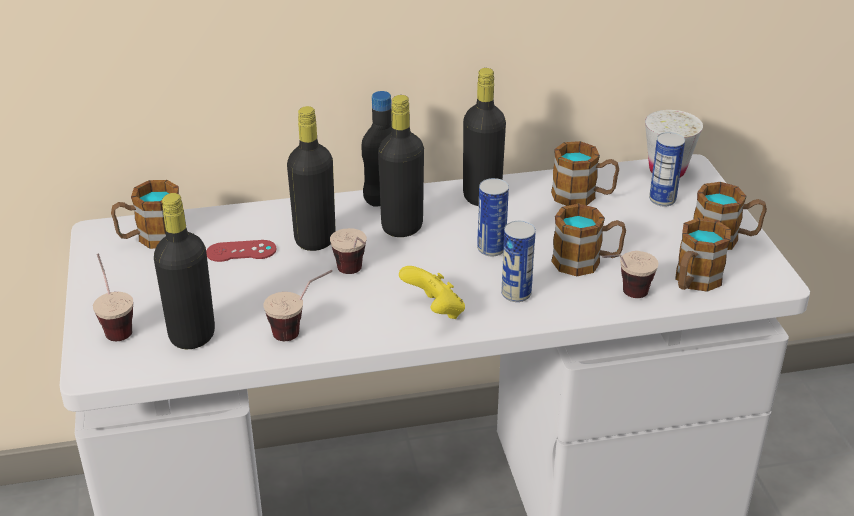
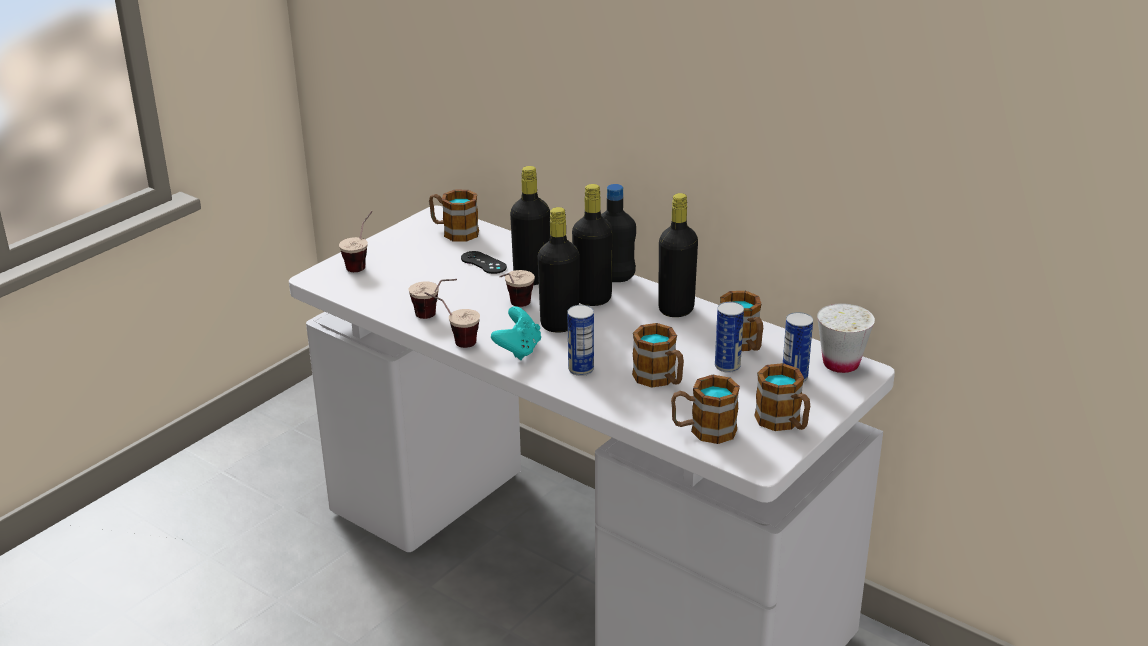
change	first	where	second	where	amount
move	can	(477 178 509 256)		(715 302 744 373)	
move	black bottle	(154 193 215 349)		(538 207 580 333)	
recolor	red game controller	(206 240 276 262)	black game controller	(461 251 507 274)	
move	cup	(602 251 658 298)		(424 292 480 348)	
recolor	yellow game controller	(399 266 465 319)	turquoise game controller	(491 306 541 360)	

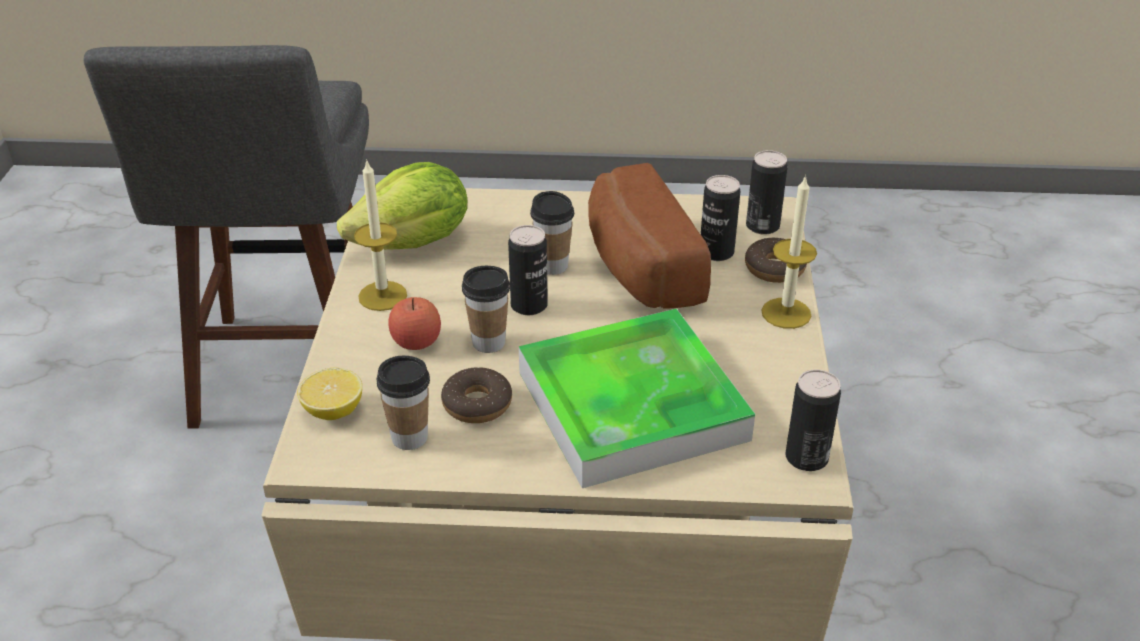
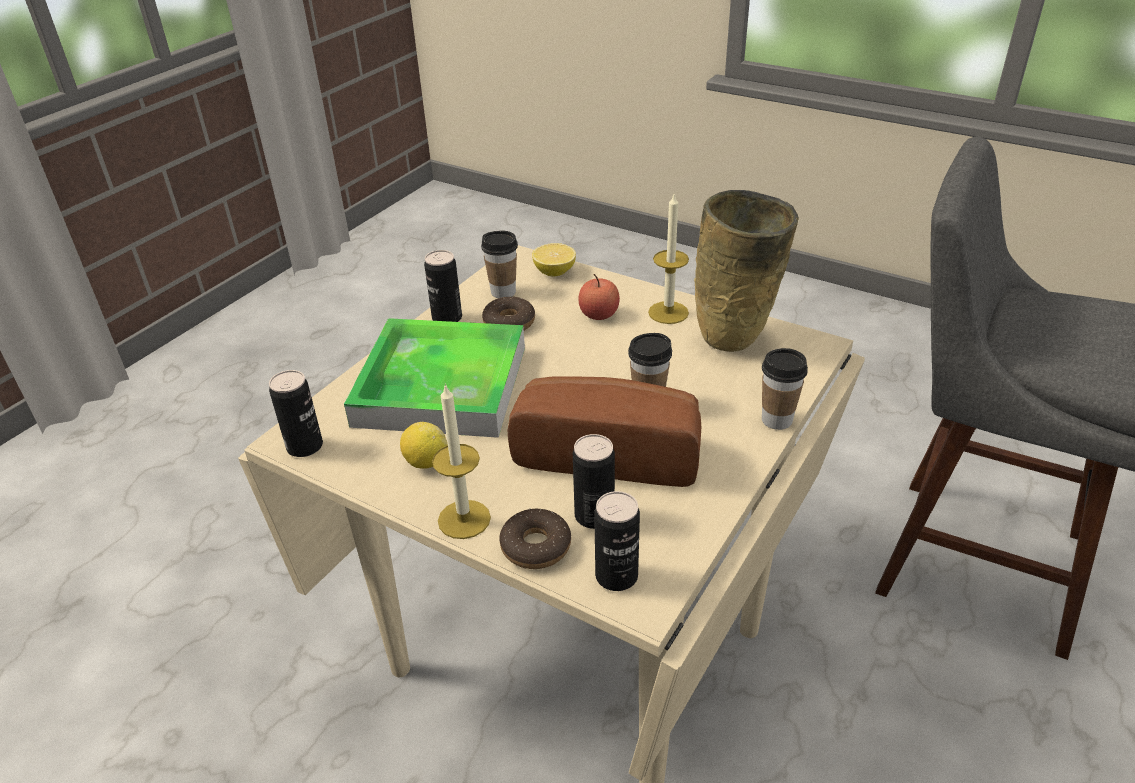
change	first	where	second	where	amount
replace	lettuce	(337 162 468 250)	beige vase	(694 190 799 352)	
move	can	(508 225 548 315)		(424 250 462 322)	
move	cup	(462 266 510 353)		(762 348 808 430)	
insert			lemon	(400 422 447 469)	

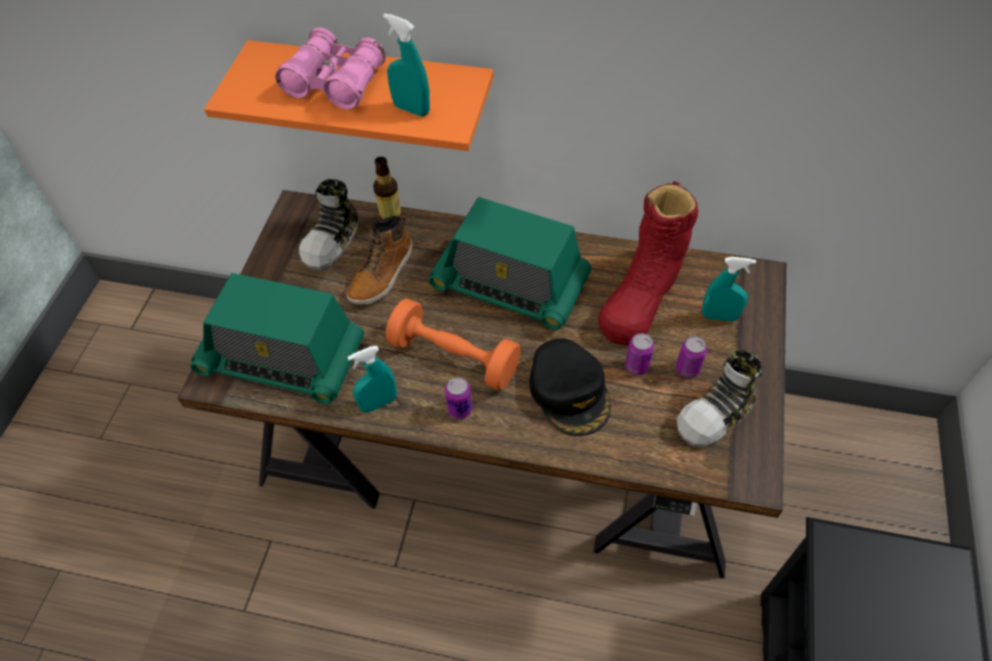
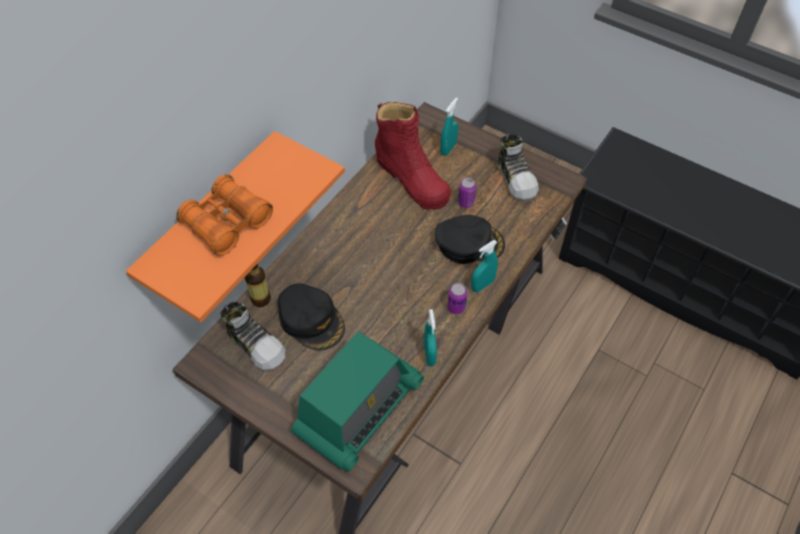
change	first	where	second	where	amount
move	turquoise spray bottle	(383 13 430 117)		(471 240 498 292)	
recolor	pink binoculars	(275 27 386 110)	orange binoculars	(176 174 273 256)	
delete	radio	(429 197 591 330)			
replace	boot	(346 215 413 305)	black cap	(278 283 345 351)	
delete	orange dumbbell	(386 298 521 390)			
delete	can	(676 336 707 378)			

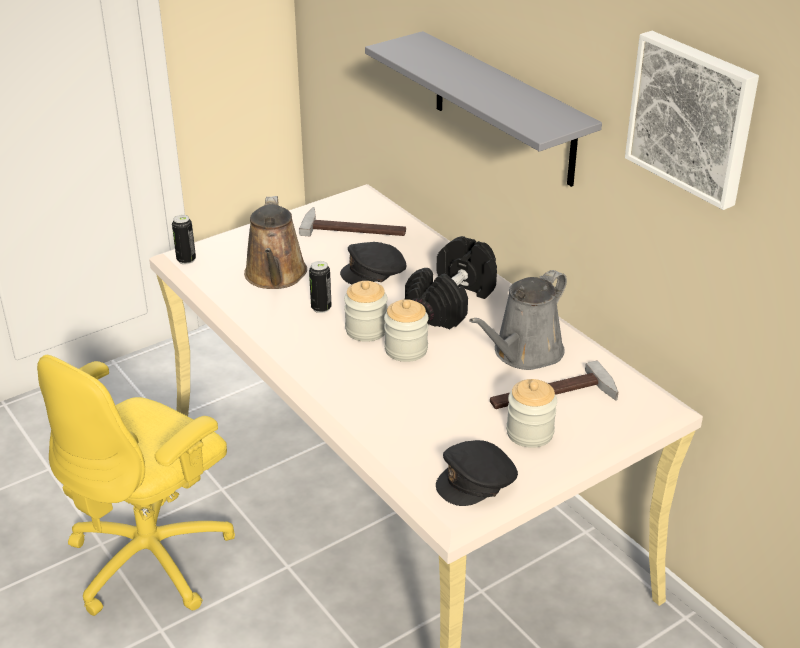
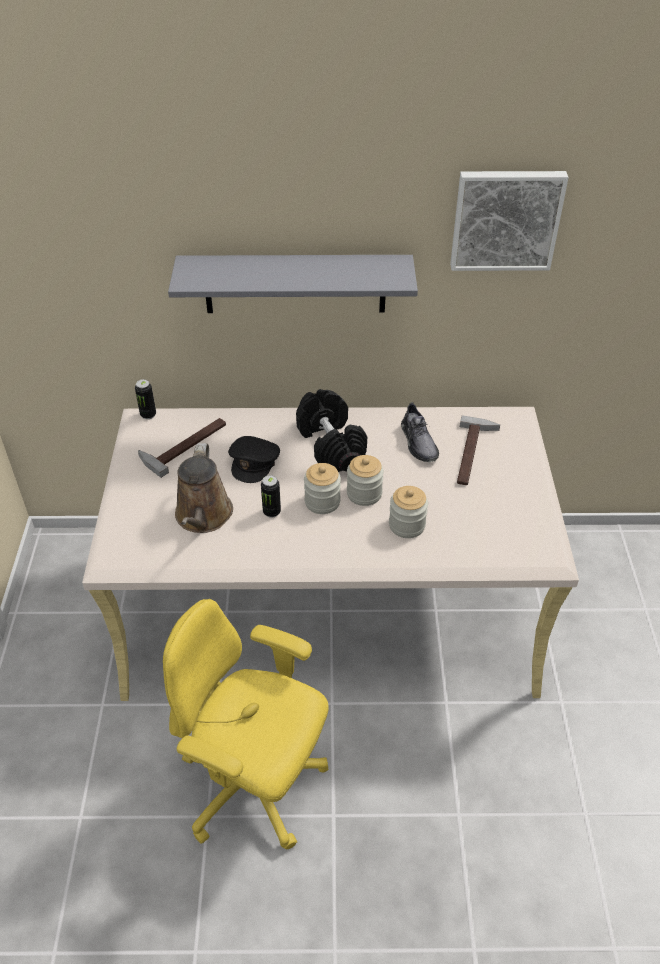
change	first	where	second	where	amount
rotate	brown watering can	(244 196 307 289)		(175 443 233 533)	60 degrees clockwise
move	can	(172 215 196 264)		(135 379 156 419)	
replace	grey watering can	(469 270 567 370)	grey shoe	(401 402 439 462)	
rotate	yellow office chair	(37 355 235 616)		(163 599 329 849)	135 degrees clockwise
move	jar	(506 379 557 448)		(389 486 428 538)	
delete	black cap	(436 440 518 506)			

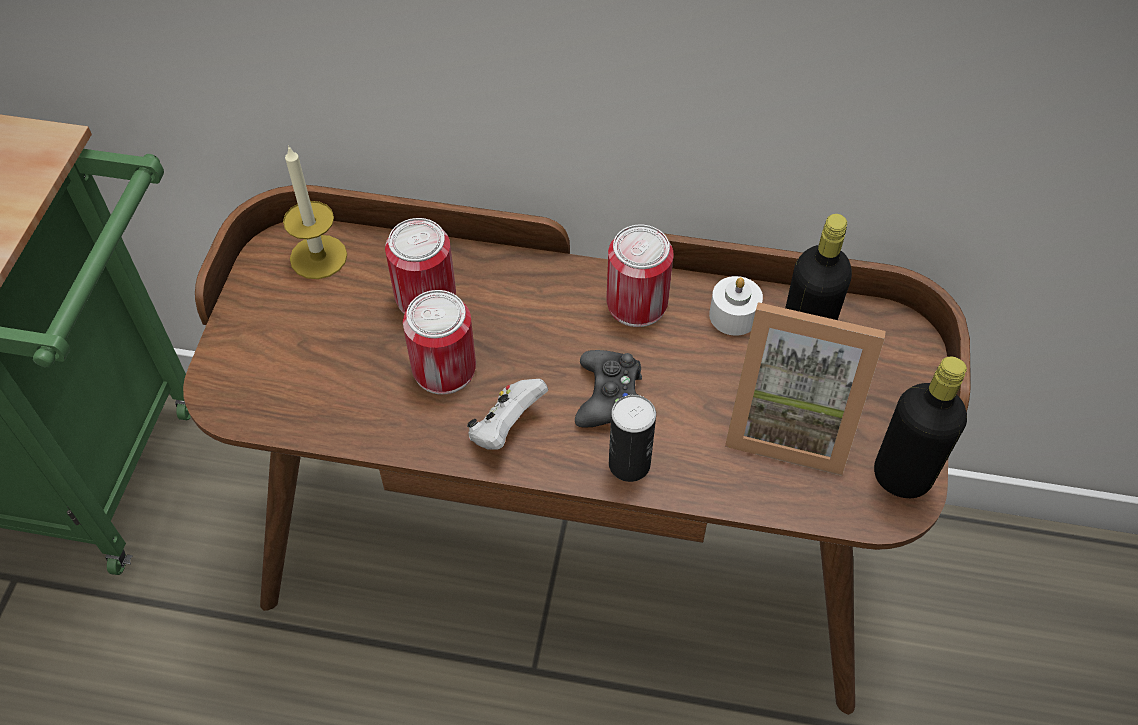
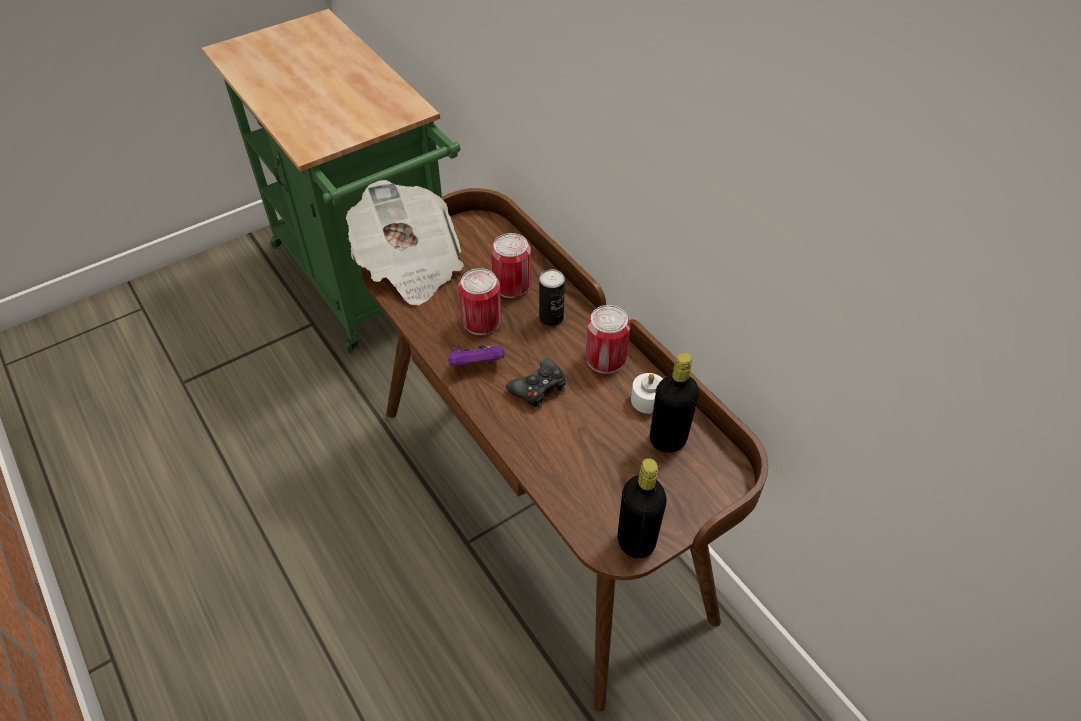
change	first	where	second	where	amount
delete	candle	(283 145 347 279)			
delete	picture frame	(725 302 885 476)			
recolor	white game controller	(467 379 548 450)	purple game controller	(448 345 505 368)	
move	can	(609 395 656 482)		(539 269 565 326)	
insert			newspaper	(346 180 464 305)	

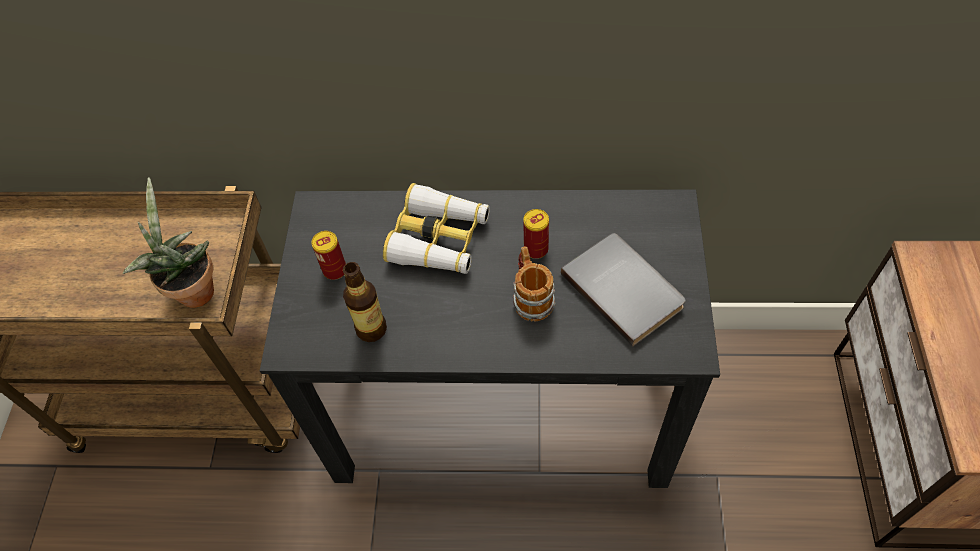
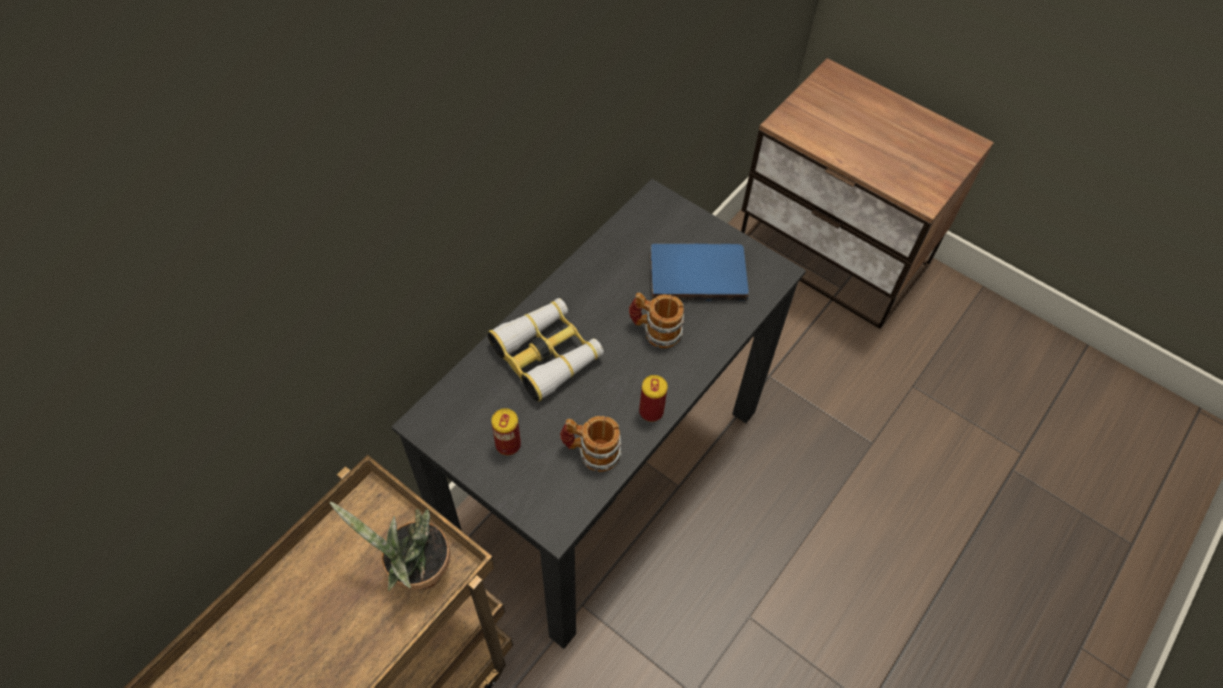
change	first	where	second	where	amount
move	can	(523 209 549 259)		(639 375 668 422)	
recolor	grey book	(561 233 685 347)	blue book	(650 243 749 301)	
replace	bottle	(343 262 387 342)	mug	(560 416 622 472)	

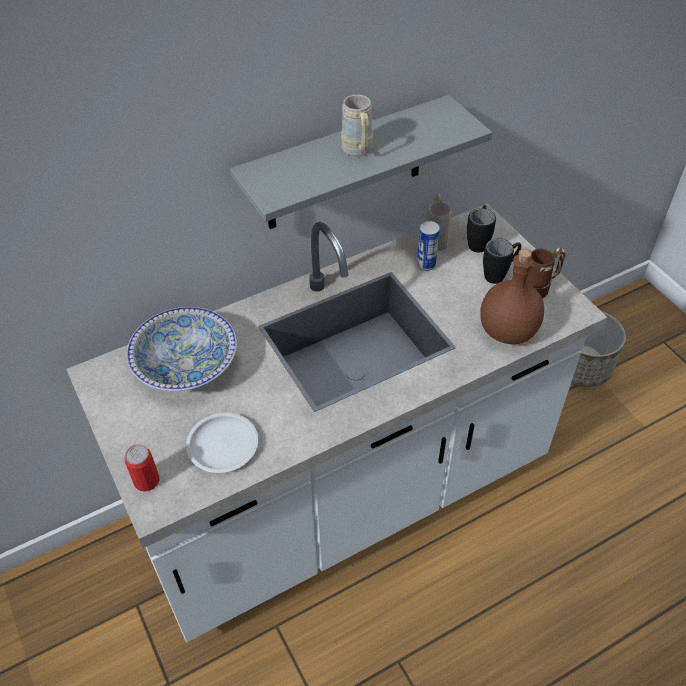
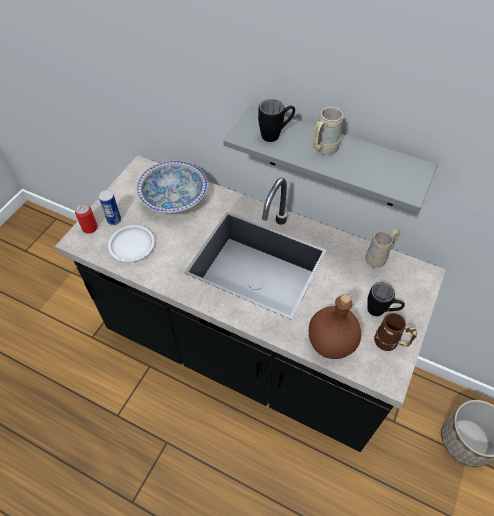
change	first	where	second	where	amount
recolor	white counter	(66 203 607 642)	black counter	(55 155 446 452)	
move	black mug	(467 205 496 253)		(258 99 295 142)	
move	can	(417 221 440 271)		(98 190 121 225)	

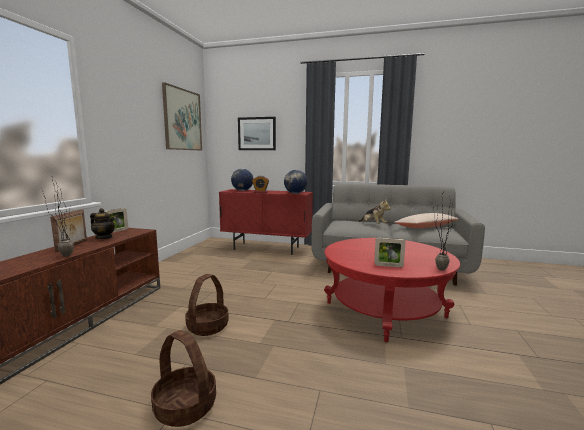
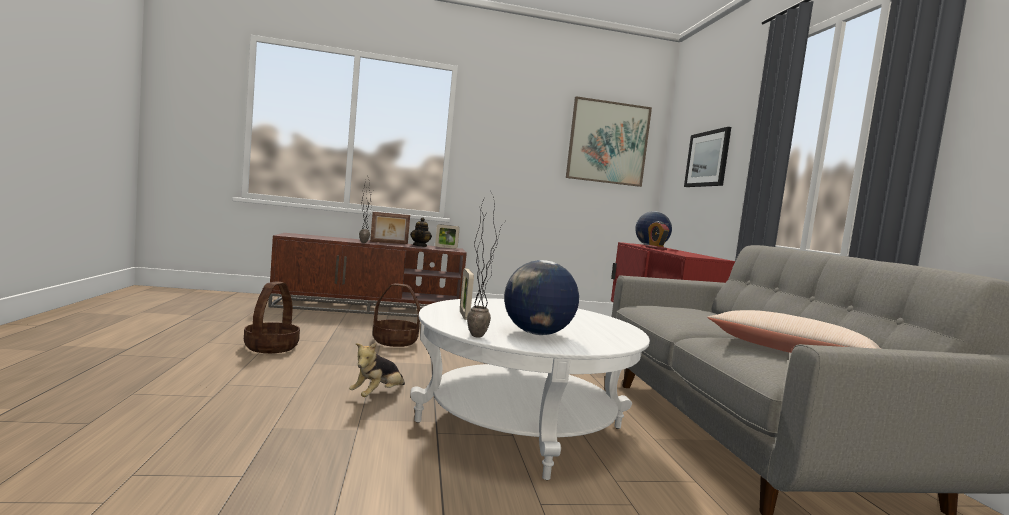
change	first	where	second	where	amount
move	globe	(284 170 308 194)		(504 260 579 335)	
move	plush toy	(358 200 391 224)		(349 343 405 397)	
recolor	red coffee table	(324 238 460 342)	white coffee table	(411 298 650 480)	

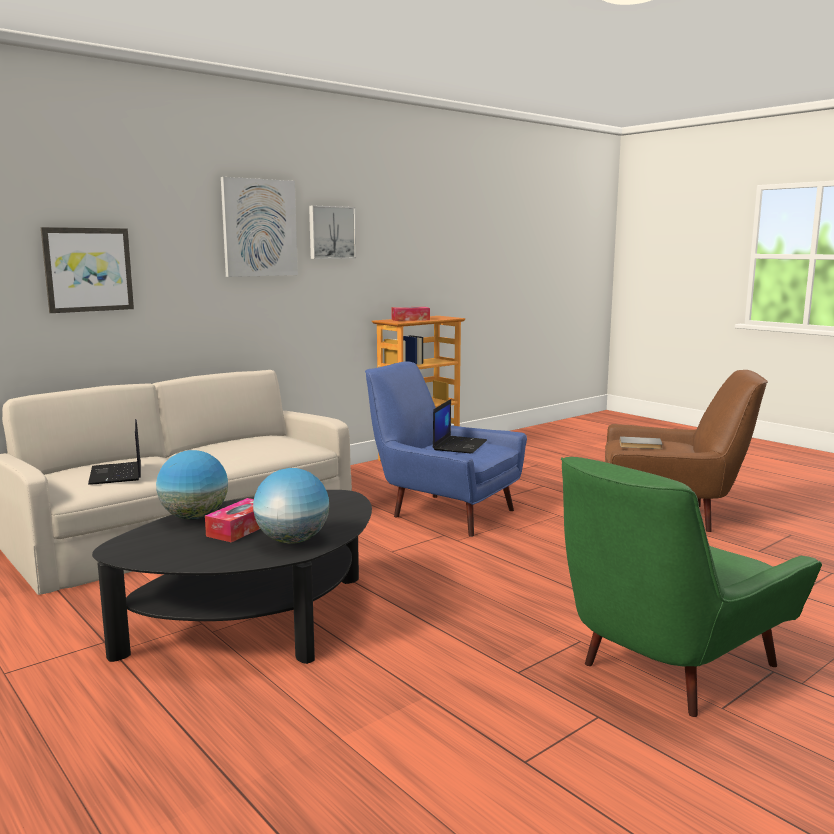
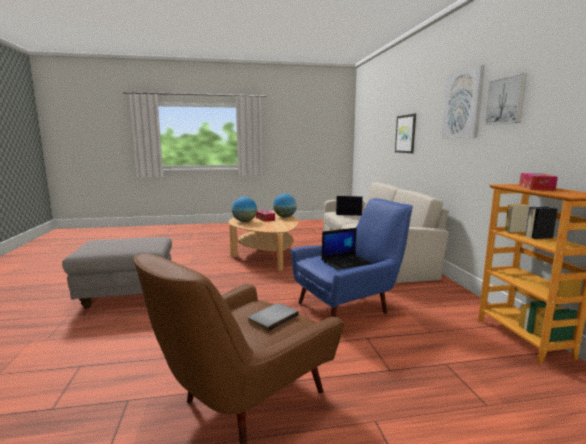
change	first	where	second	where	amount
rotate	laptop	(433 399 487 453)		(322 228 373 270)	75 degrees counterclockwise
replace	green armchair	(561 457 822 717)	grey ottoman	(62 237 172 309)	
recolor	black coffee table	(92 490 372 664)	beige coffee table	(228 211 299 271)	

